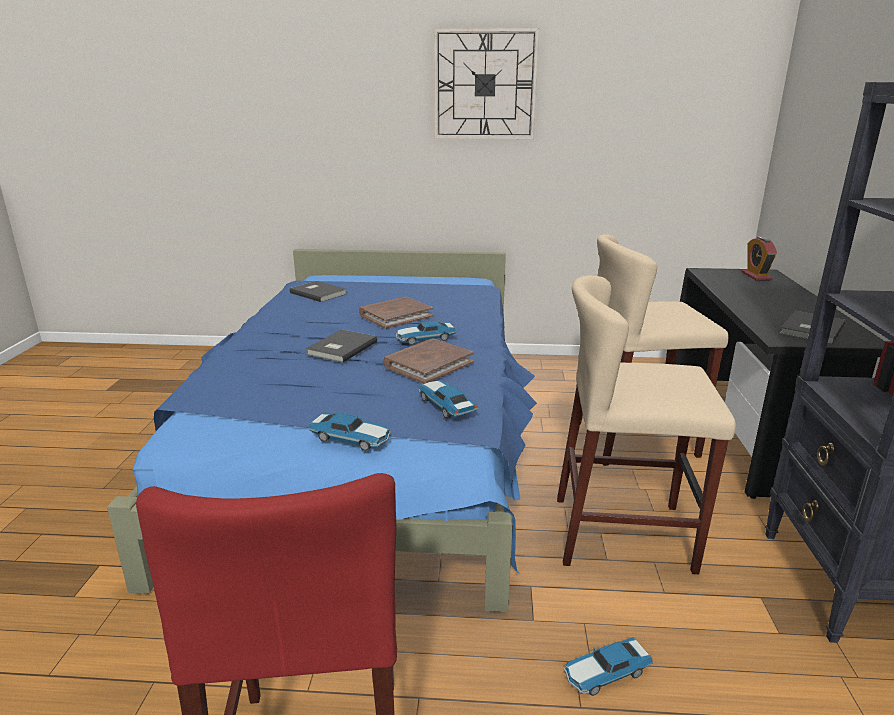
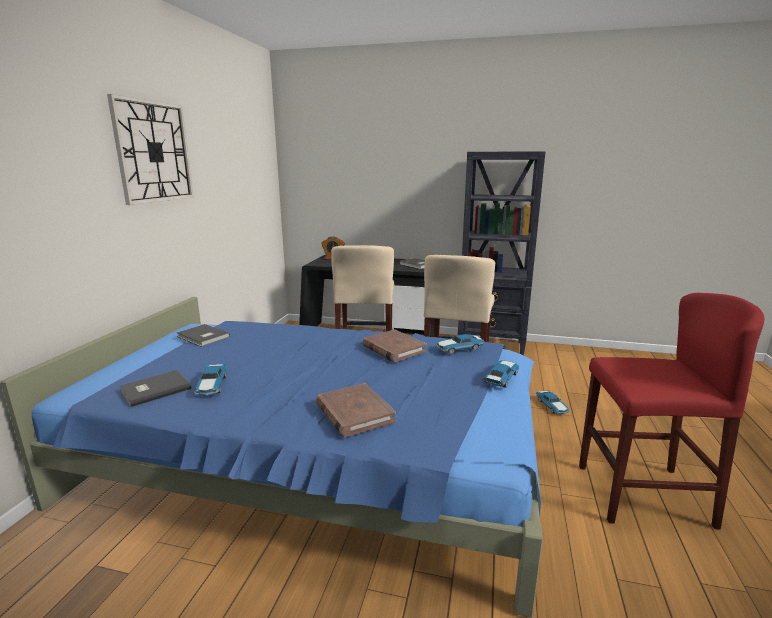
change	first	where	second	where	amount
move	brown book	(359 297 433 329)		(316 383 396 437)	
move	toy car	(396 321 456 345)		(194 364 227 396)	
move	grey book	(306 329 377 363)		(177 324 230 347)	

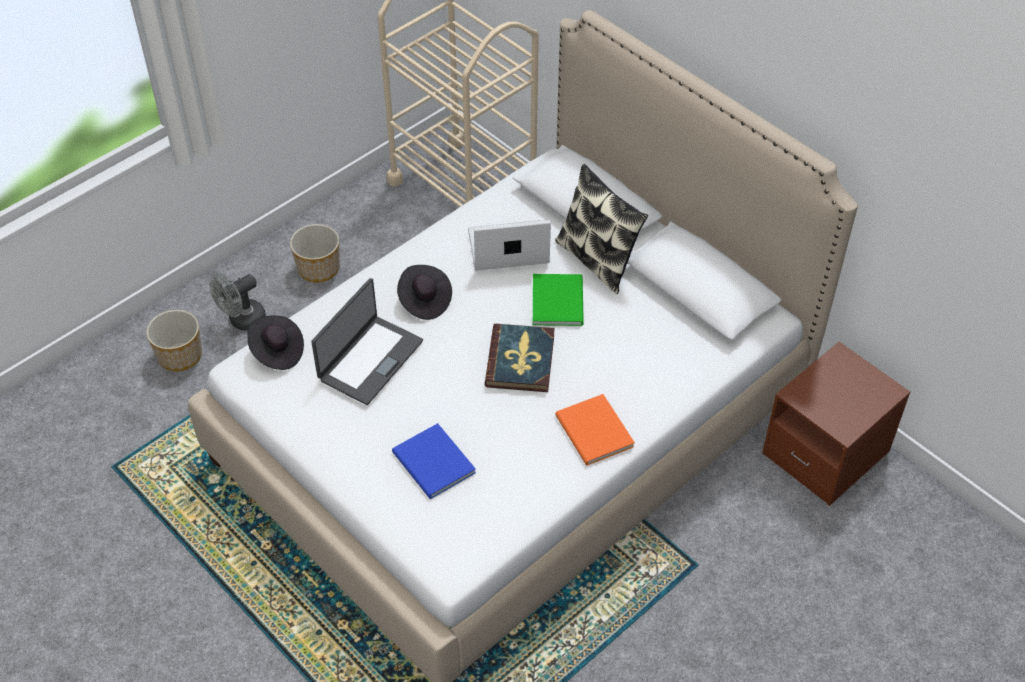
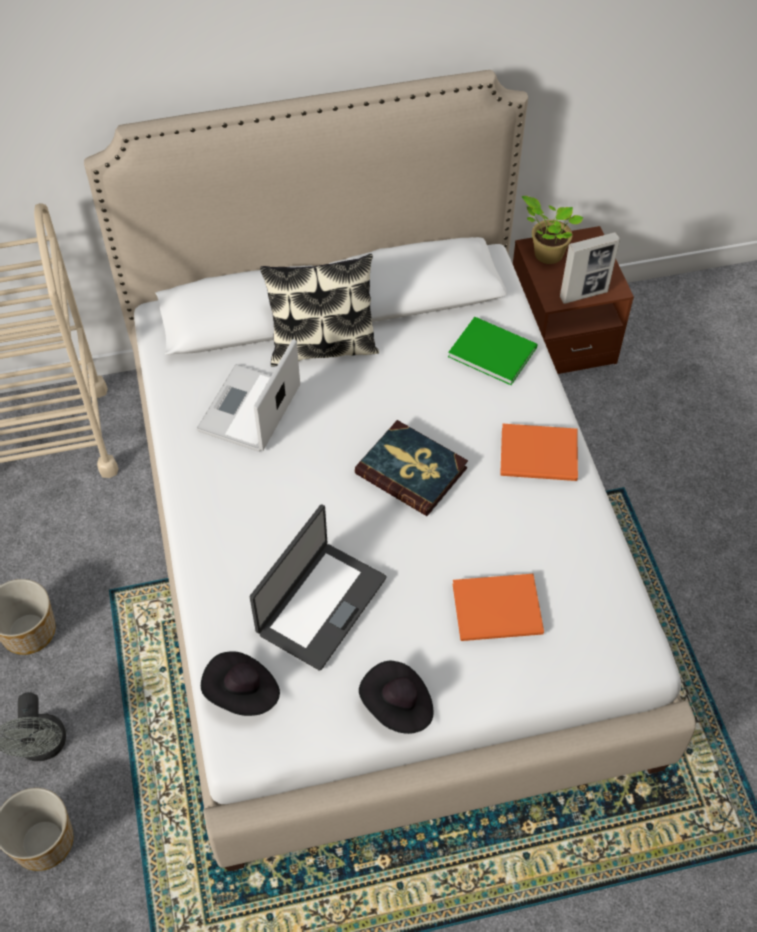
change	first	where	second	where	amount
move	black hat	(397 265 452 320)		(359 661 433 734)	
move	green book	(533 274 584 326)		(448 317 538 385)	
rotate	laptop	(311 278 423 405)		(250 505 387 670)	60 degrees clockwise
recolor	blue book	(392 423 476 499)	orange book	(452 574 544 641)	
insert			potted plant	(522 196 583 264)	
insert			picture frame	(560 232 620 304)	

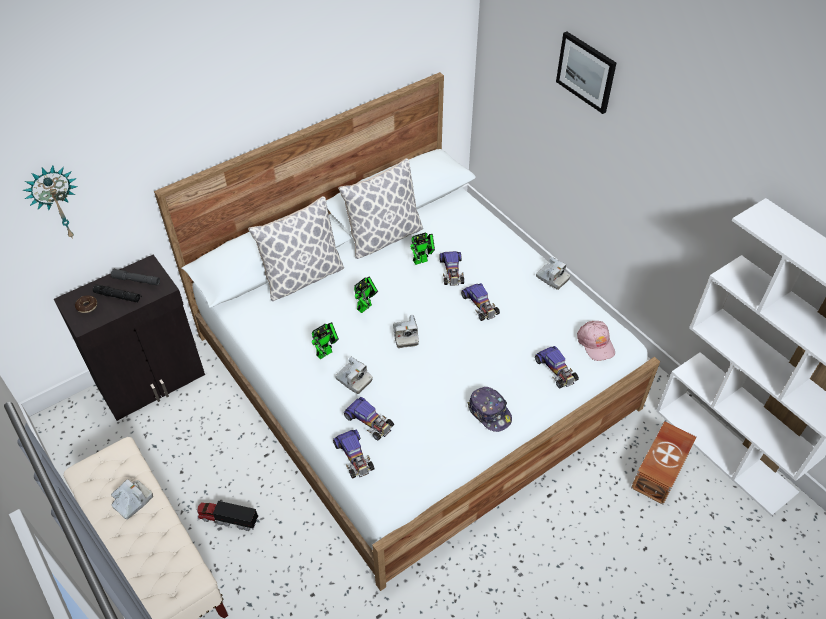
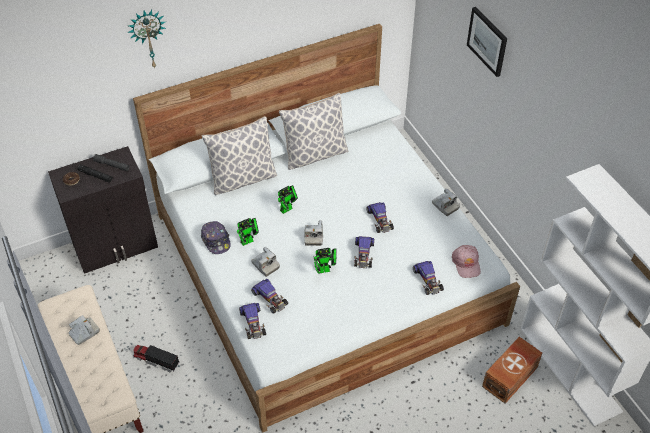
change	first	where	second	where	amount
move	wall clock	(22 165 78 239)		(127 9 166 68)	
move	toy robot	(410 233 435 265)		(313 248 337 274)	
move	toy car	(439 251 464 286)		(354 236 374 268)	
move	cap	(468 387 512 432)		(201 221 231 254)	

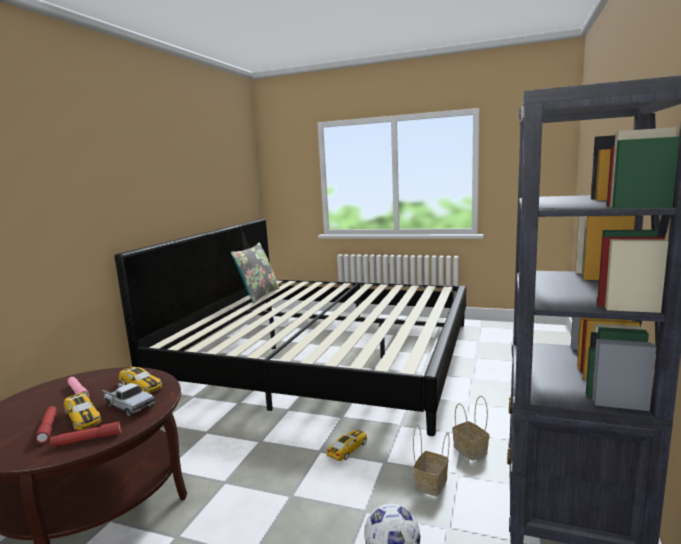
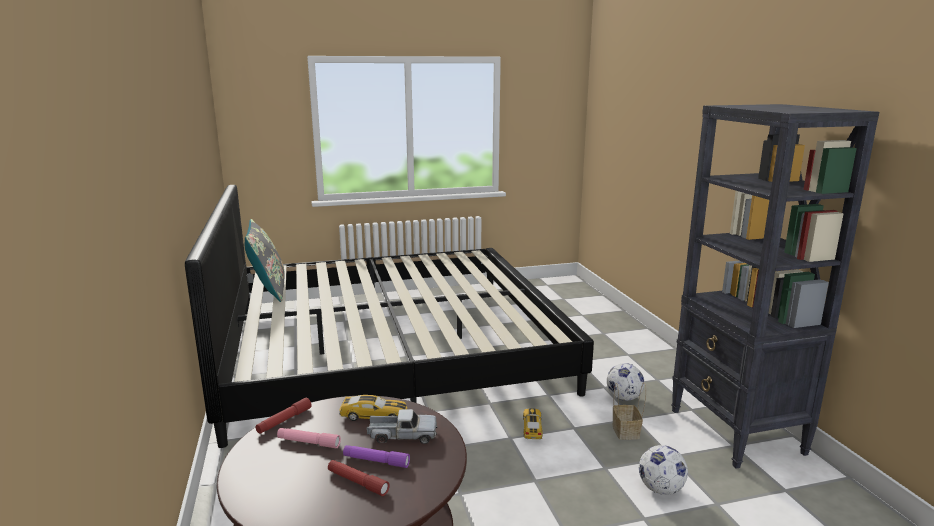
change	first	where	second	where	amount
replace	toy car	(64 393 101 431)	purple flashlight	(343 445 410 468)	
replace	basket	(452 396 489 461)	football	(607 363 644 401)	
move	red flashlight	(50 421 121 447)		(255 398 312 434)	

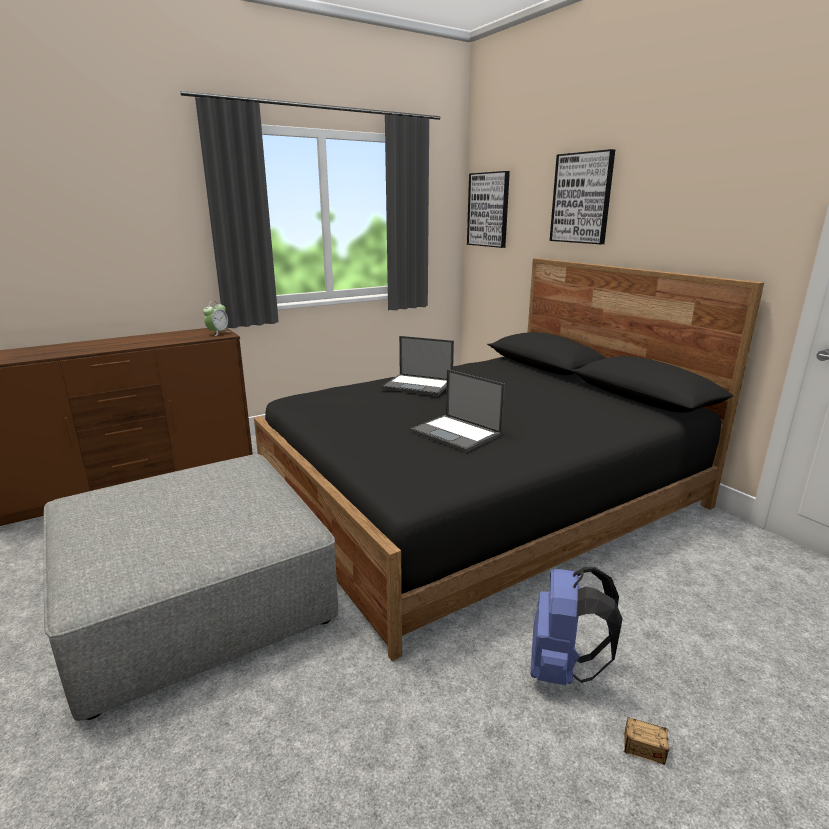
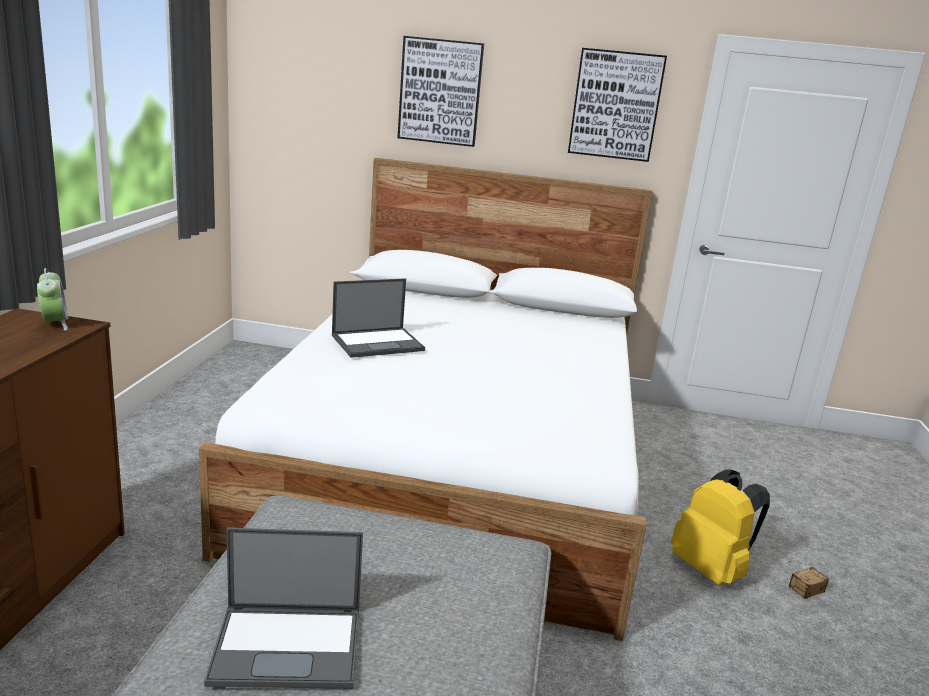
change	first	where	second	where	amount
move	picture	(467 171 510 248)		(568 48 667 162)	
recolor	black bed	(254 258 764 661)	white bed	(199 158 653 641)	
move	laptop	(410 369 505 452)		(204 528 363 689)	
recolor	blue backpack	(531 567 623 685)	yellow backpack	(671 469 770 585)	

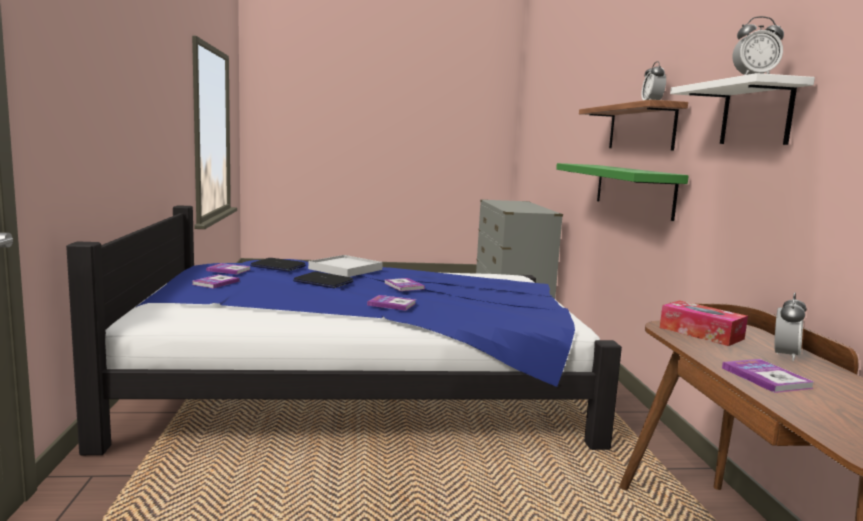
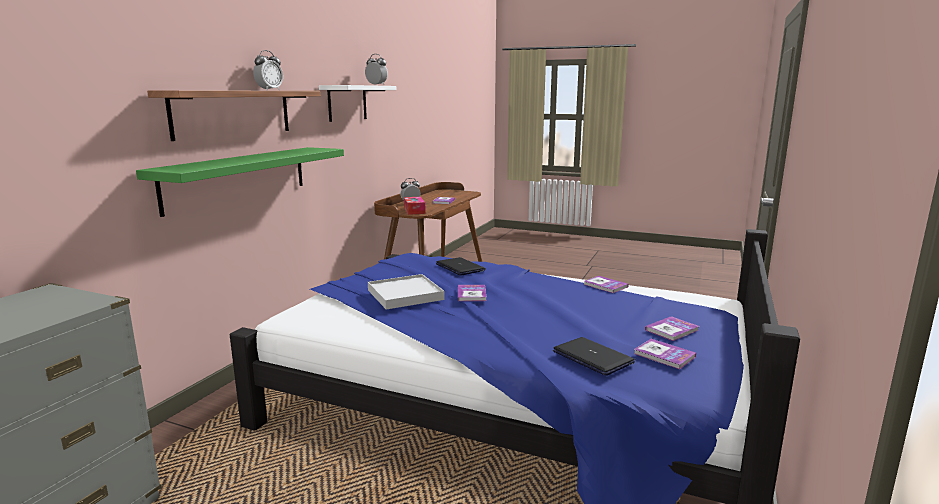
change	first	where	second	where	amount
move	white tray	(308 255 383 277)		(368 274 444 309)	
move	laptop	(293 272 353 288)		(436 257 486 276)	
move	book	(367 295 416 311)		(584 276 629 293)	

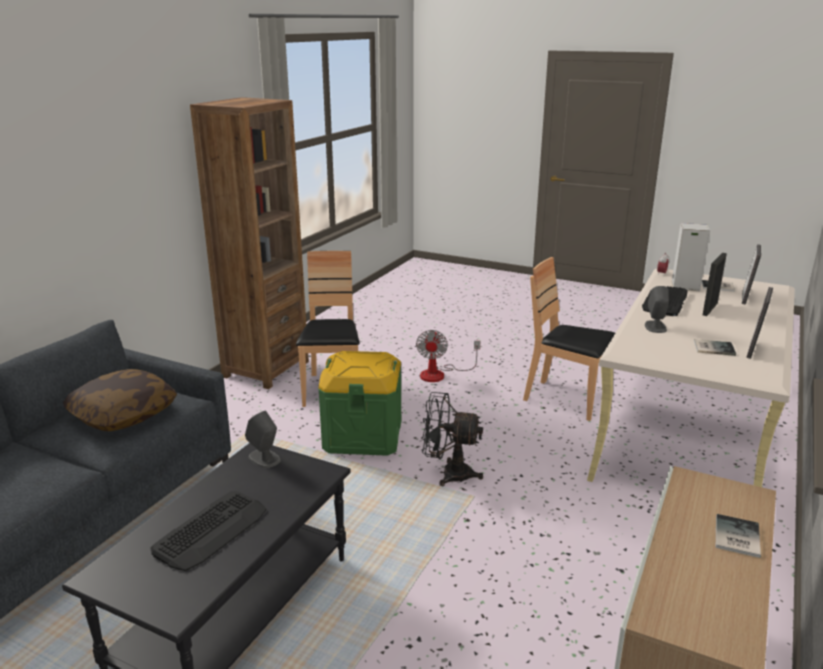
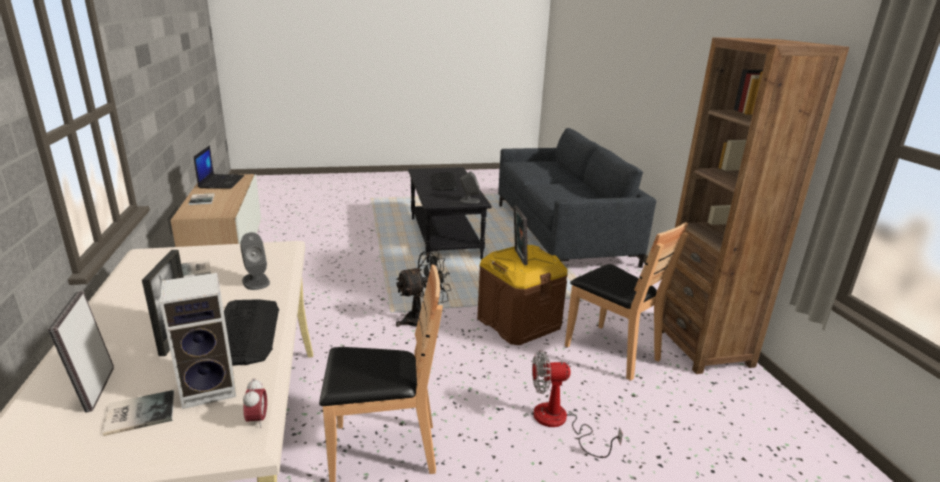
change	first	where	second	where	amount
move	picture frame	(746 287 773 359)		(514 205 528 265)	
rotate	fan	(416 330 480 382)		(532 350 623 458)	60 degrees counterclockwise
recolor	green storage box	(318 351 401 456)	brown storage box	(477 245 567 345)	
delete	pillow	(63 369 177 431)			
insert			laptop	(194 145 244 189)	

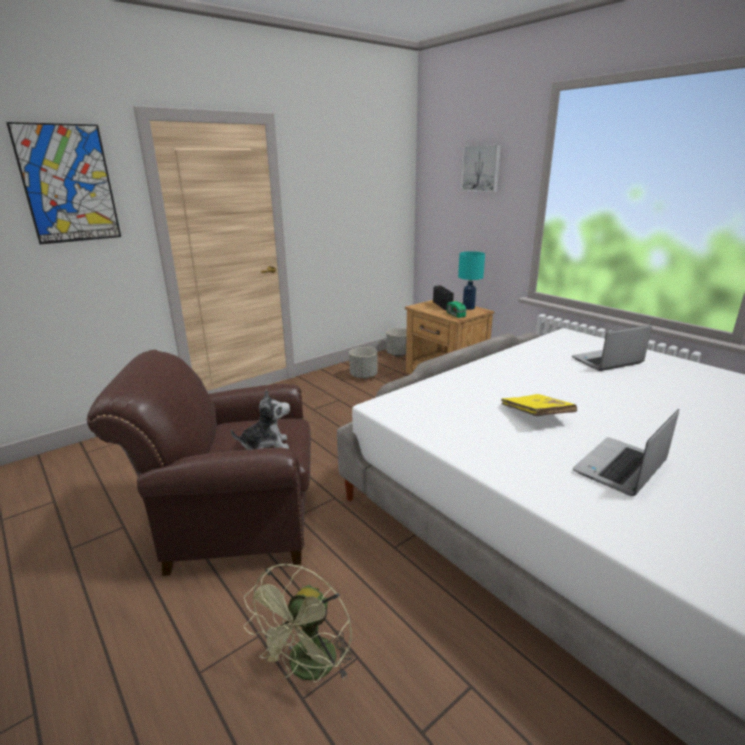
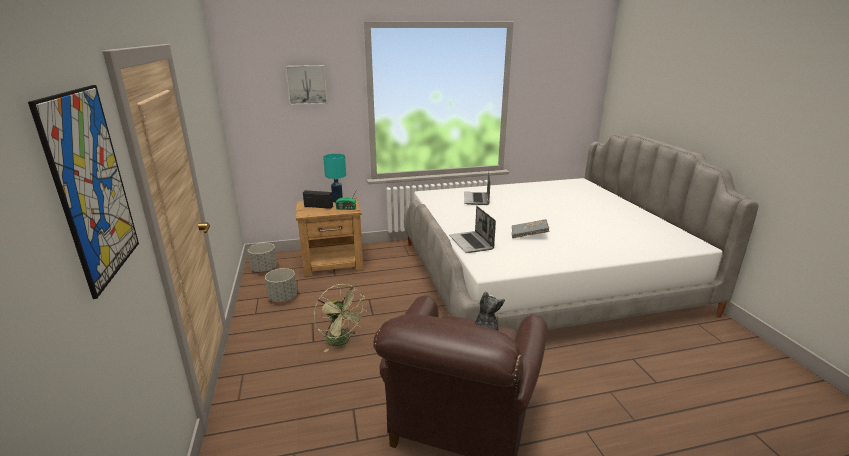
change	first	where	second	where	amount
recolor	yellow book	(501 394 577 416)	grey book	(512 219 549 238)	
move	laptop	(573 409 679 496)		(449 206 496 253)	
move	green fan	(243 564 353 682)		(314 284 367 352)	

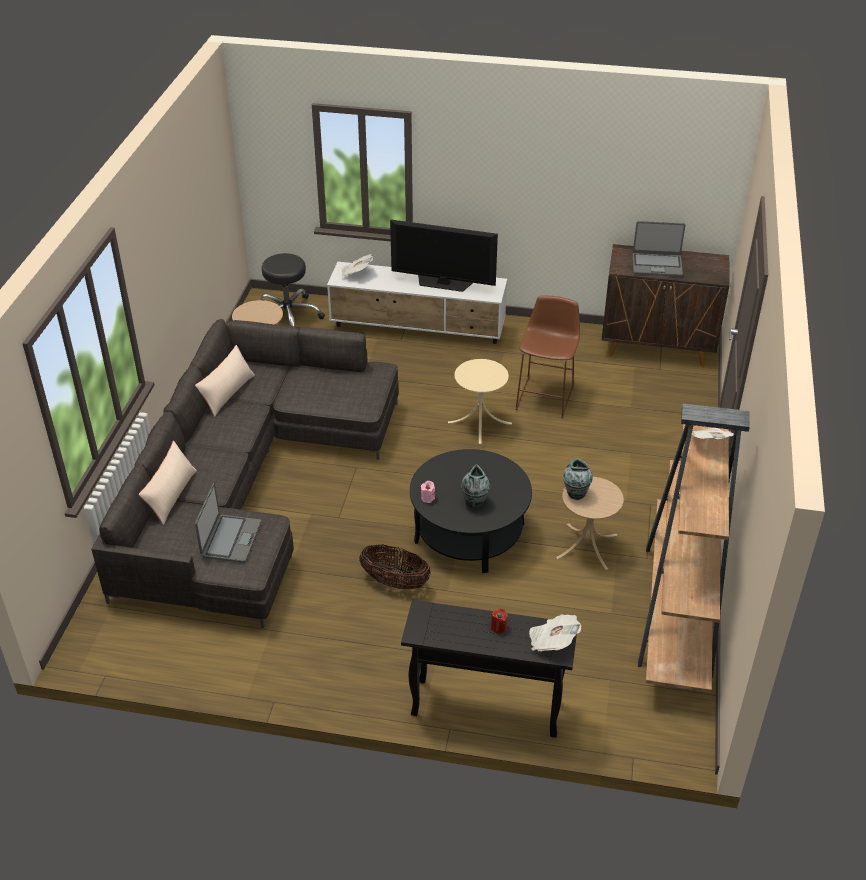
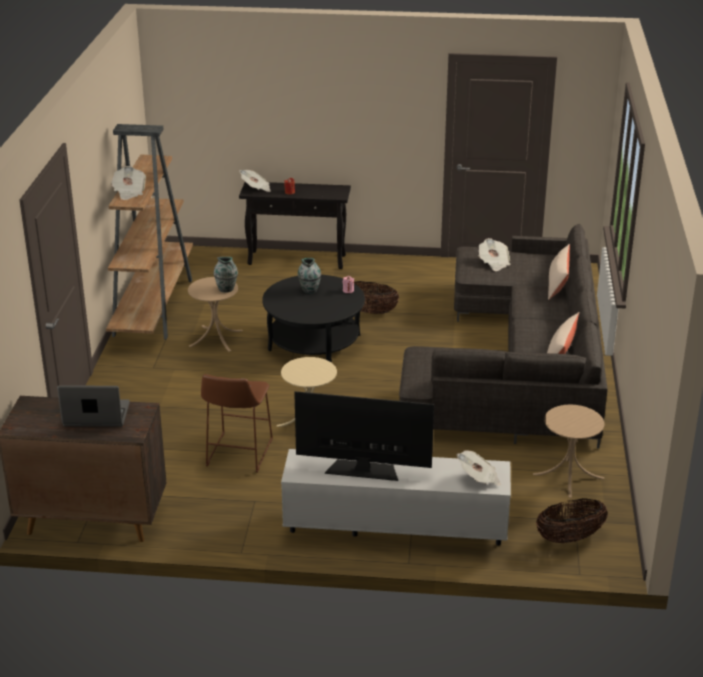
change	first	where	second	where	amount
replace	black stool	(261 253 325 326)	basket	(536 498 608 543)	
replace	laptop	(195 483 261 563)	newspaper	(479 238 510 271)	

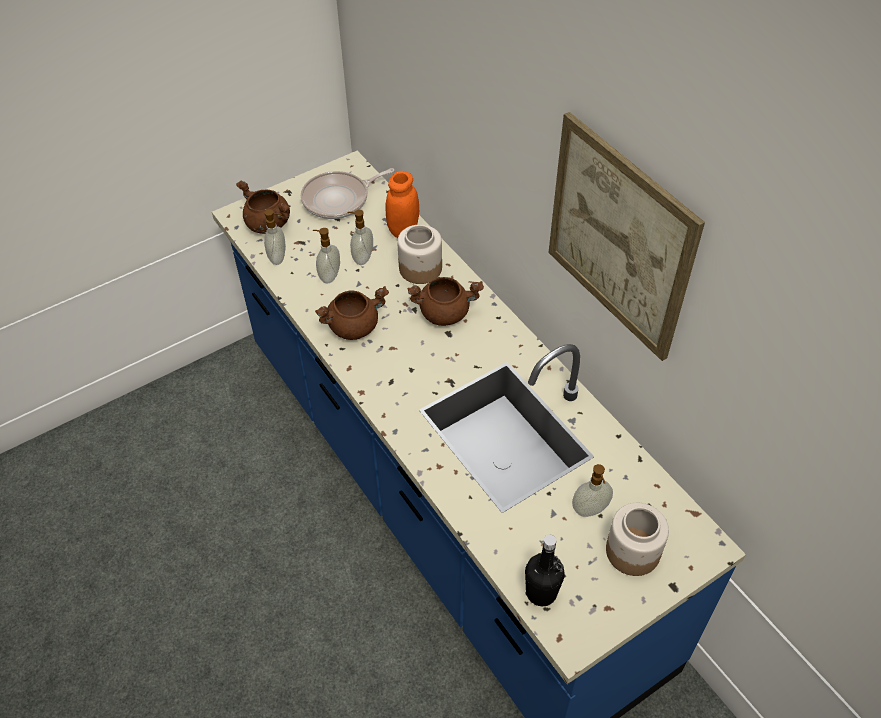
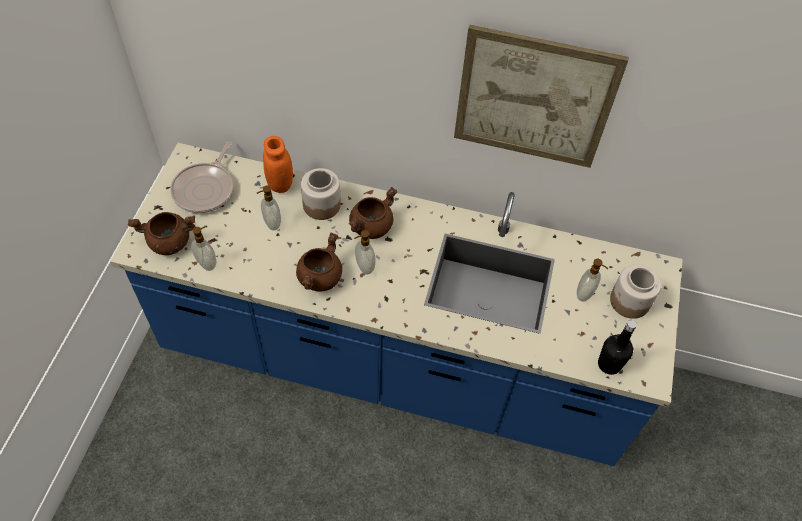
change	first	where	second	where	amount
move	soap dispenser	(313 228 340 284)		(354 230 375 274)	

